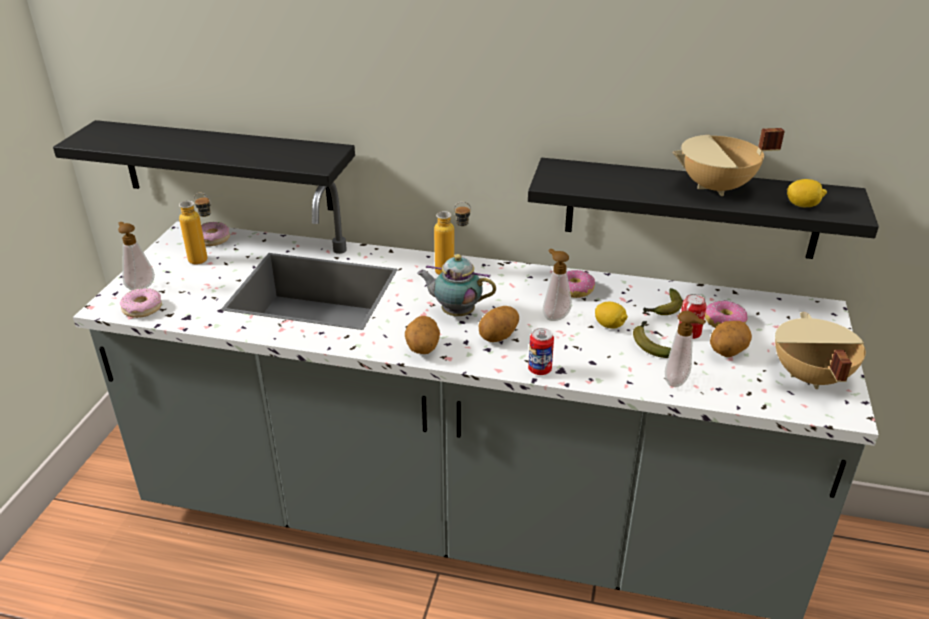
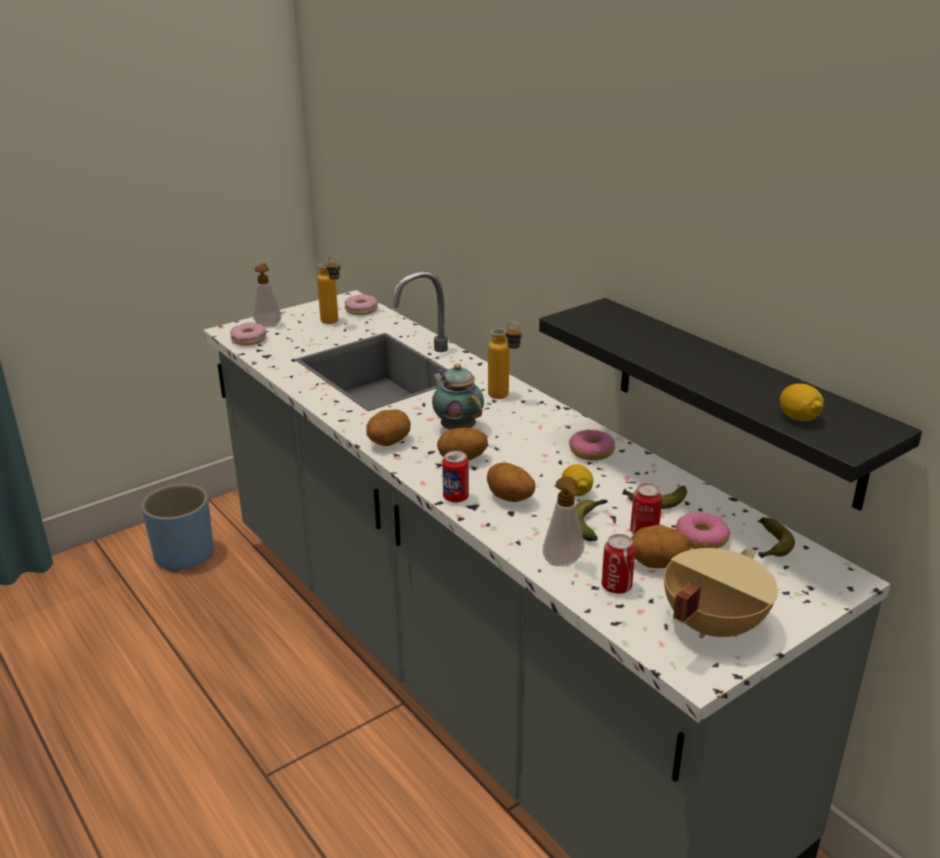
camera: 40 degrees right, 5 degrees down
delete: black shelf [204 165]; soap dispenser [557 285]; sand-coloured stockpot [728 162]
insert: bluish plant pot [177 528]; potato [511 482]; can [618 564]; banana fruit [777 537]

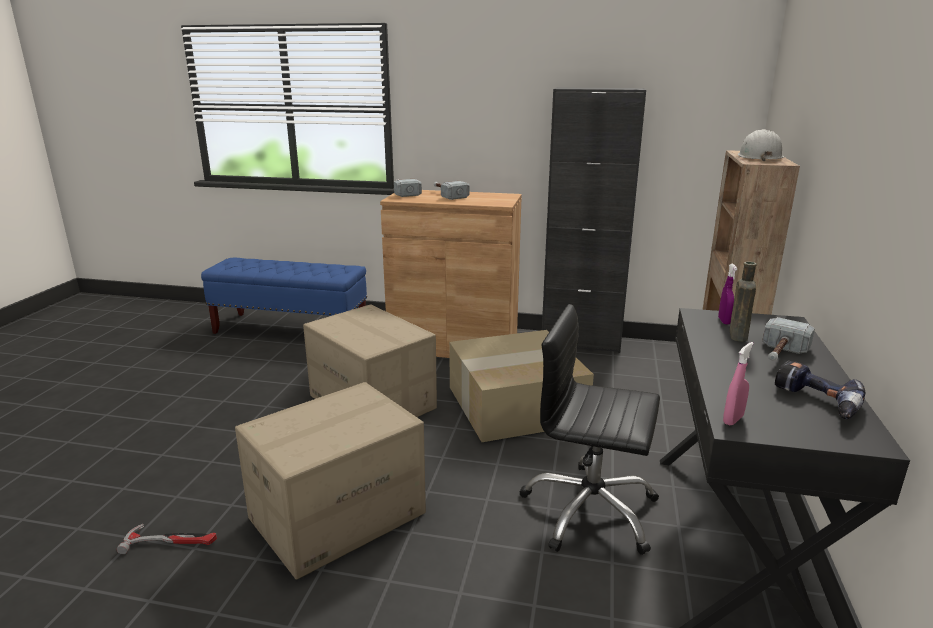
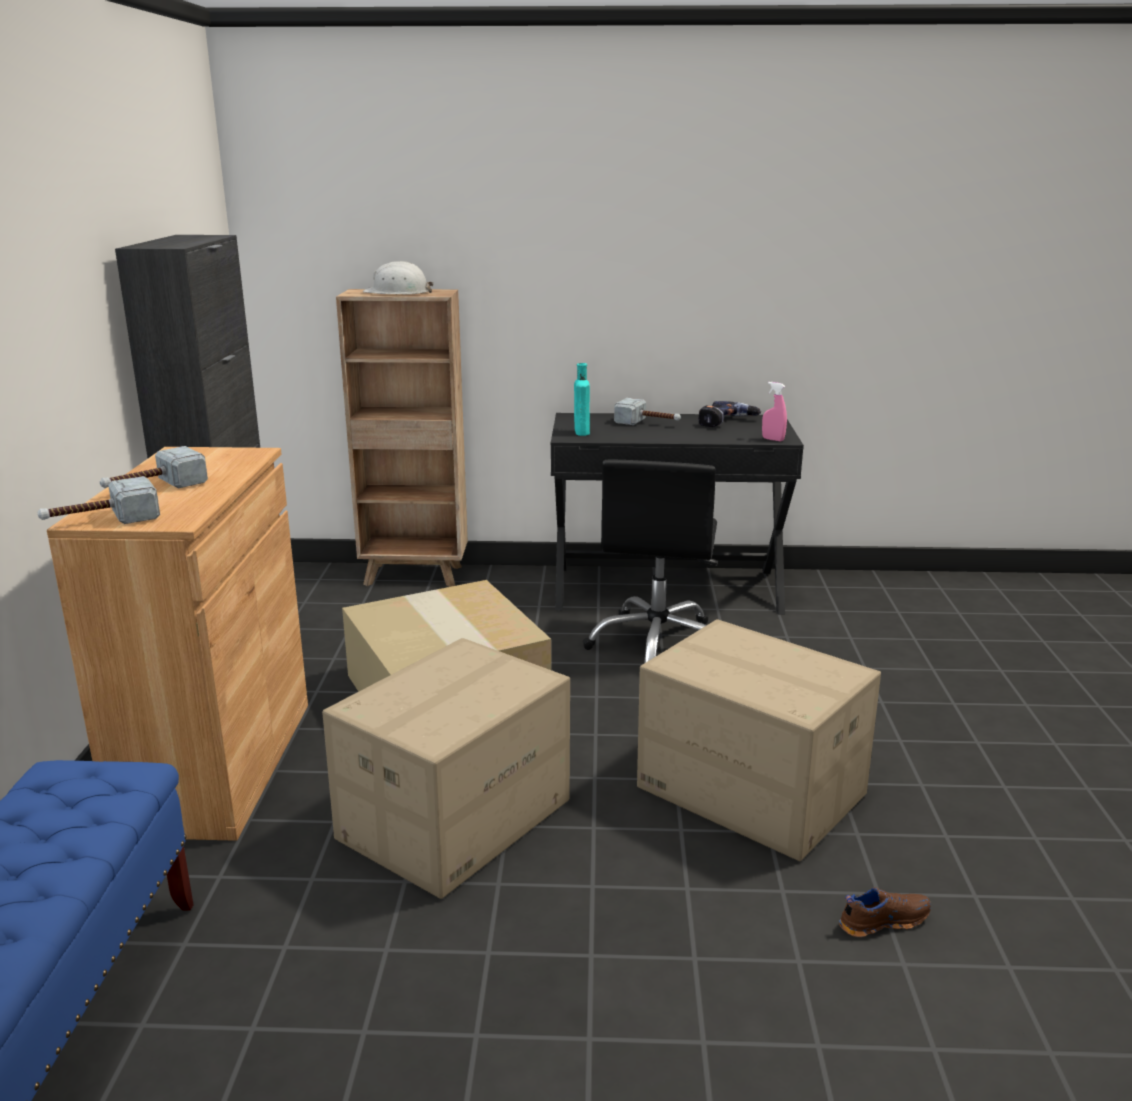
camera: 100 degrees left, 0 degrees up
delete: brownish beverage bottle [743 302]
replace: tool hammer [166 539] to brownish shoe [885 912]; purplish sprayer [727 294] to turquoise-coloured beverage bottle [582 399]

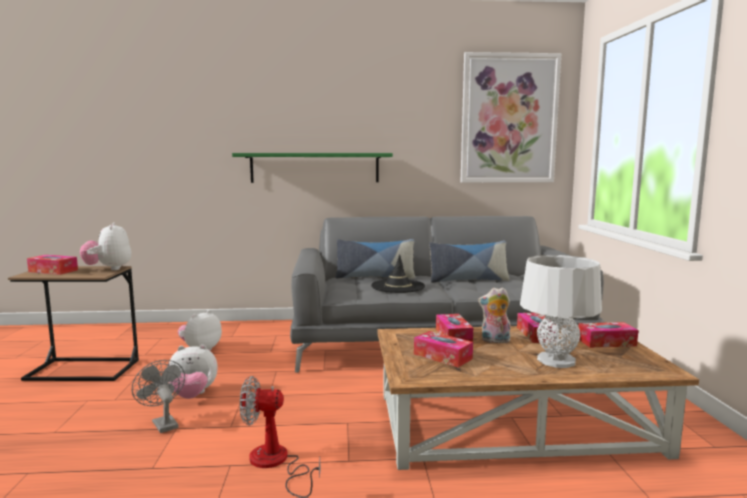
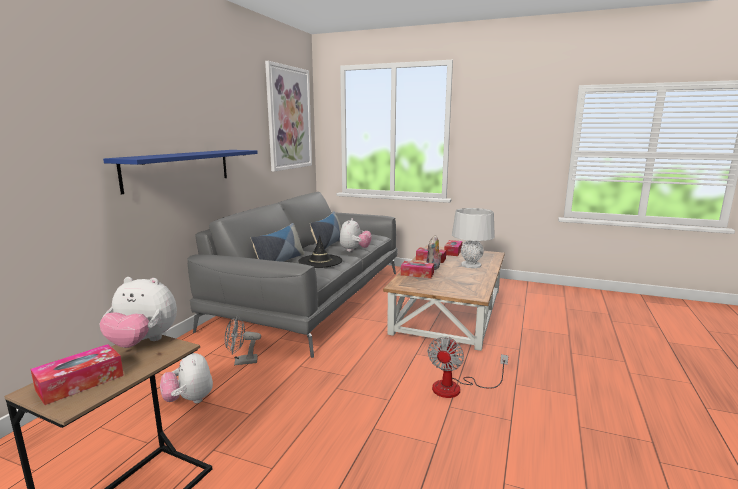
camera: 65 degrees left, 5 degrees up
delete: tissue box [443 349]
move: gray cooling fan [158 396] to [243 340]; cuddly toy [193 372] to [356 235]
recolor: green-coloured shelf [312 168] to bluish shelf [180 172]

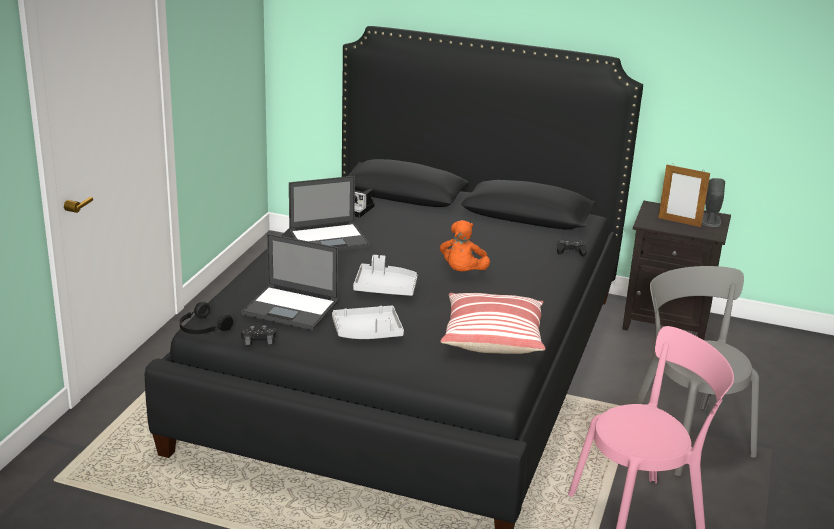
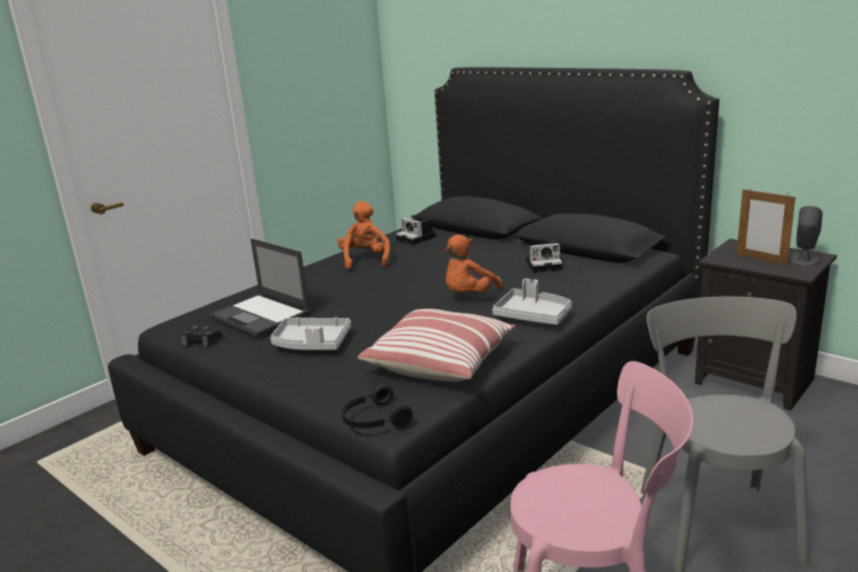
camera: 25 degrees right, 5 degrees down
delete: black game controller [572 248]
insert: photo camera [544 256]
move: black headphones [206 318] to [377 405]; gray tray [385 275] to [532 301]
replace: notebook computer [329 213] to orangey cuddly toy [363 235]

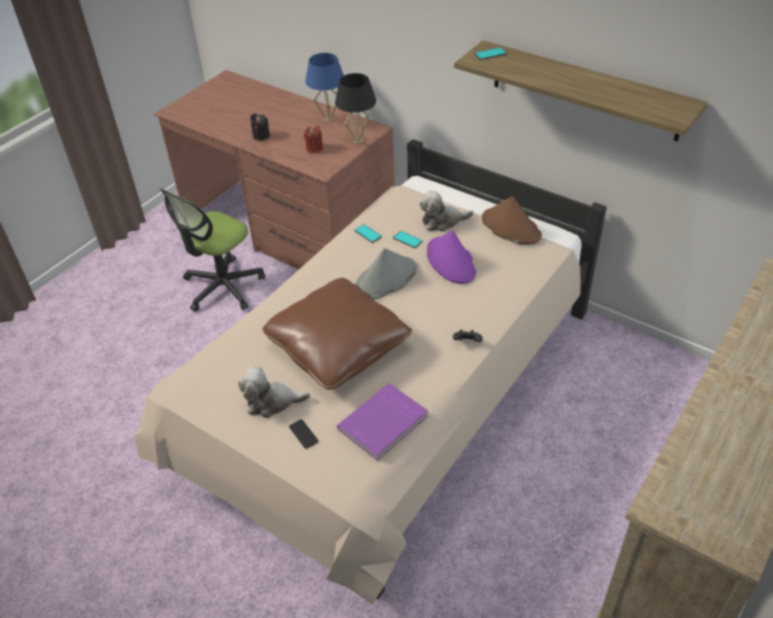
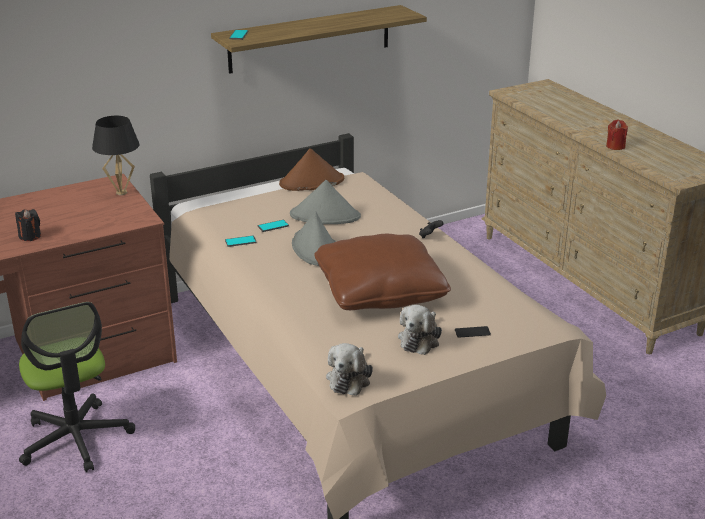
camera: 65 degrees left, 15 degrees down
delete: bluish lamp for a table [324 87]; purplish volume [382 422]
move: red-coloured candle [313 139] to [617 135]; cuddly toy [446 211] to [349 369]
recolor: purplish wearable hat [451 257] to gray wearable hat [325 202]

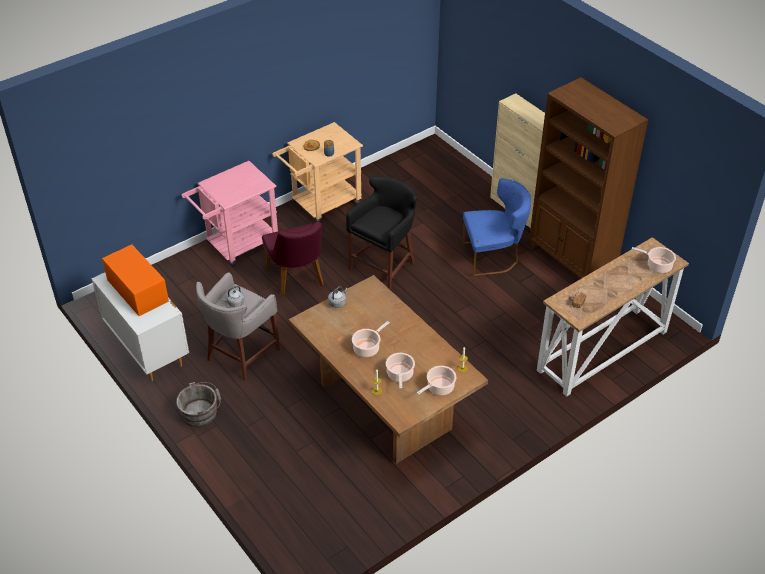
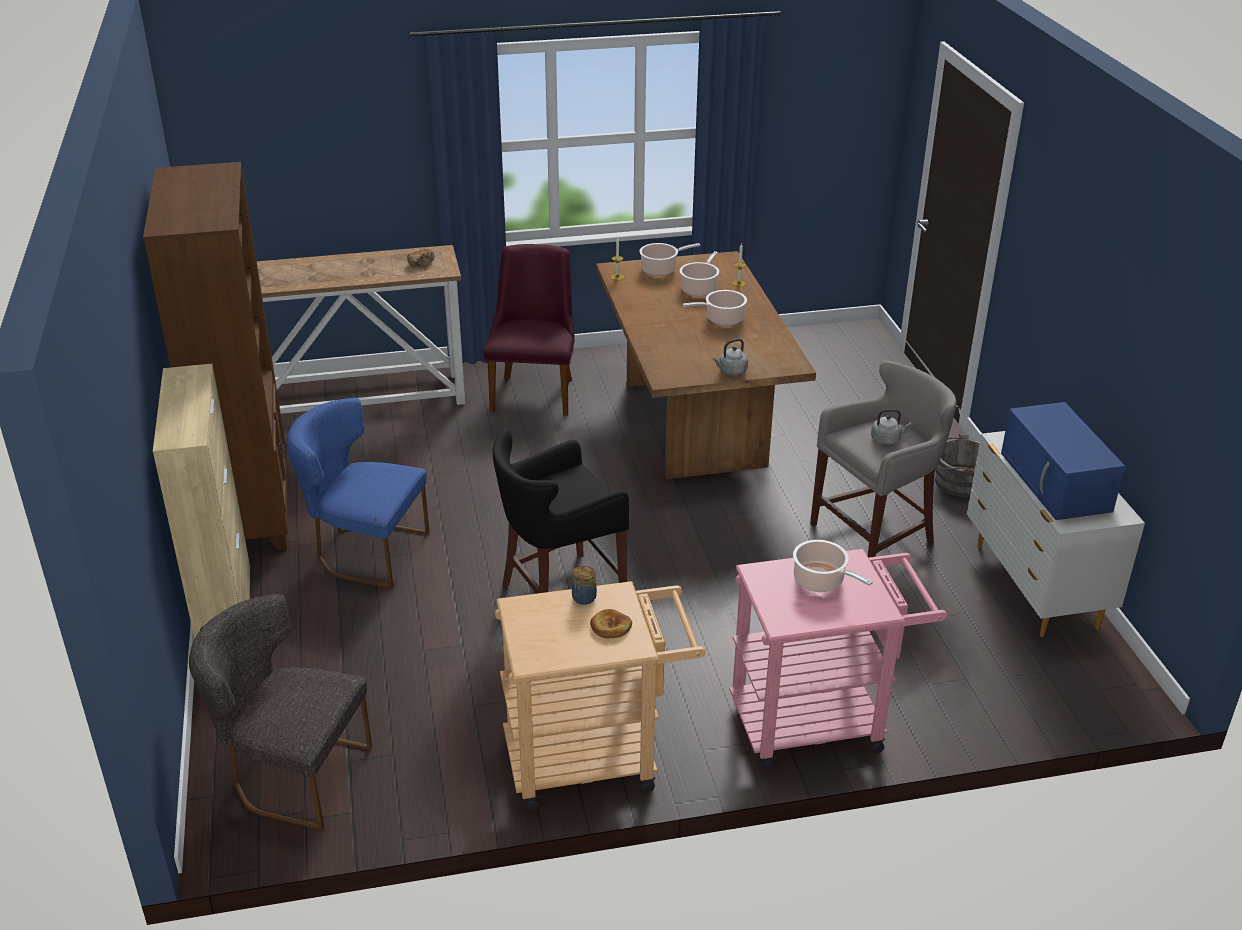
camera: 155 degrees left, 10 degrees down
insert: gray chair [280 712]
move: purplish chair [293 259] to [529 330]; stockpot [654 260] to [833 566]
recolor: orangey microwave oven [135 280] to bluish microwave oven [1063 461]

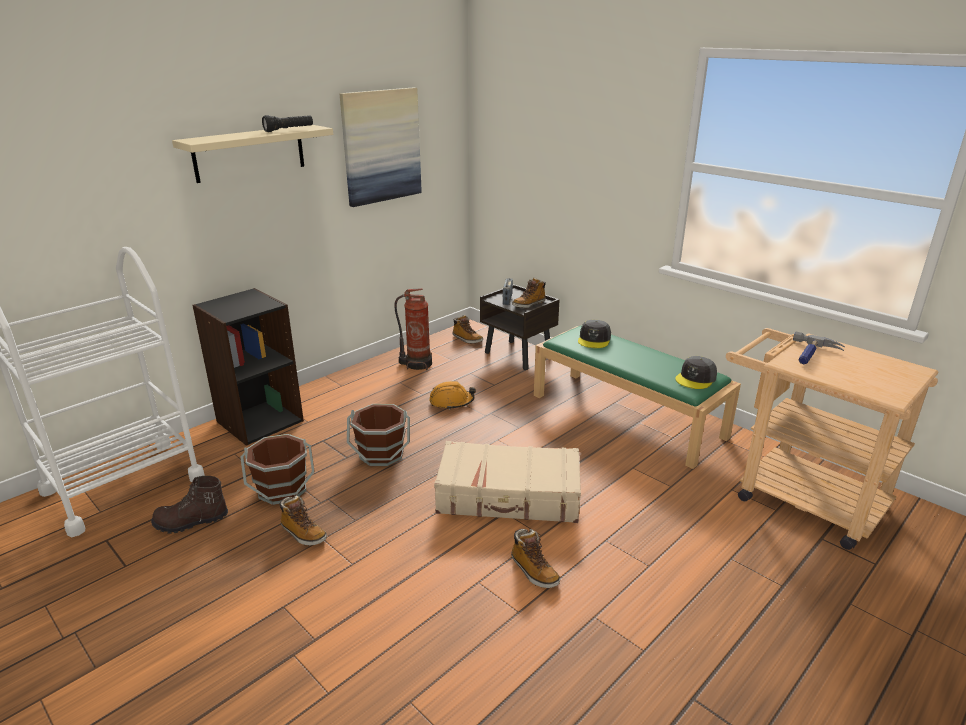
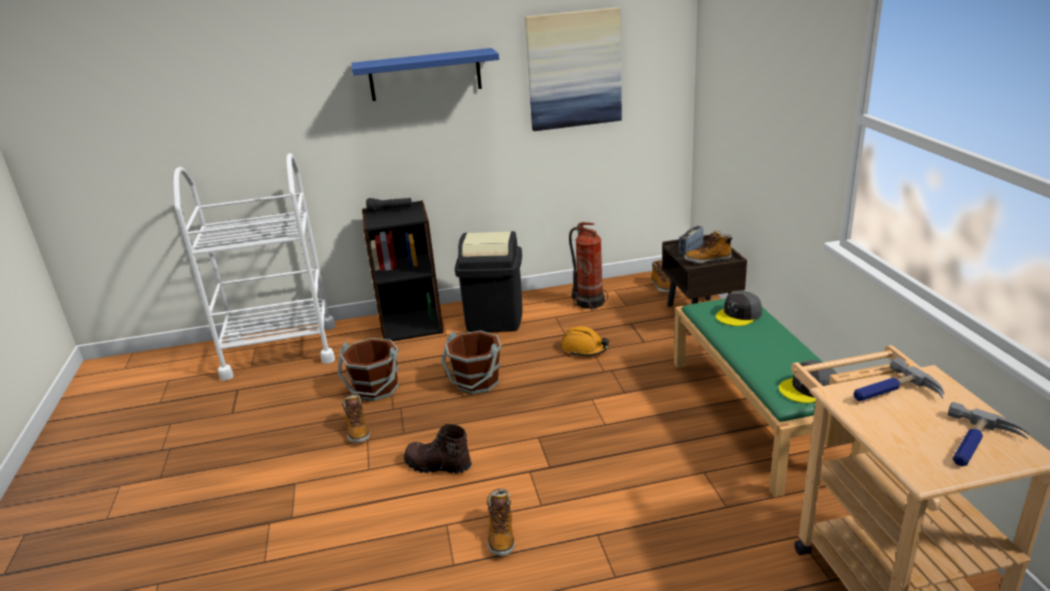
camera: 35 degrees right, 0 degrees up
delete: sand-coloured piece of luggage [507 482]
insert: black rubbish bin [489 281]; tool hammer [988 434]
move: brownish high-top boot [189 505] to [438 449]; black hand torch [287 123] to [389 205]
recolor: sand-coloured shelf [252 154] to bluish shelf [425 74]

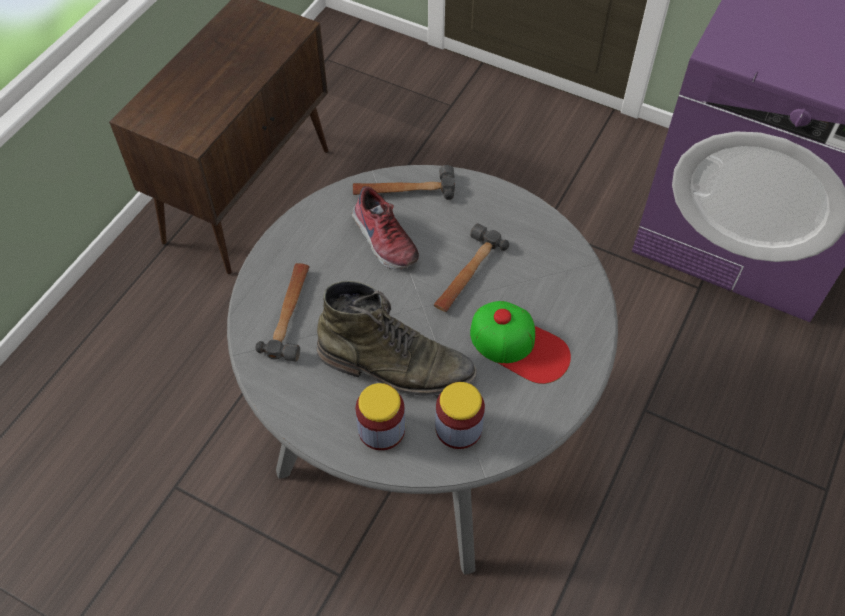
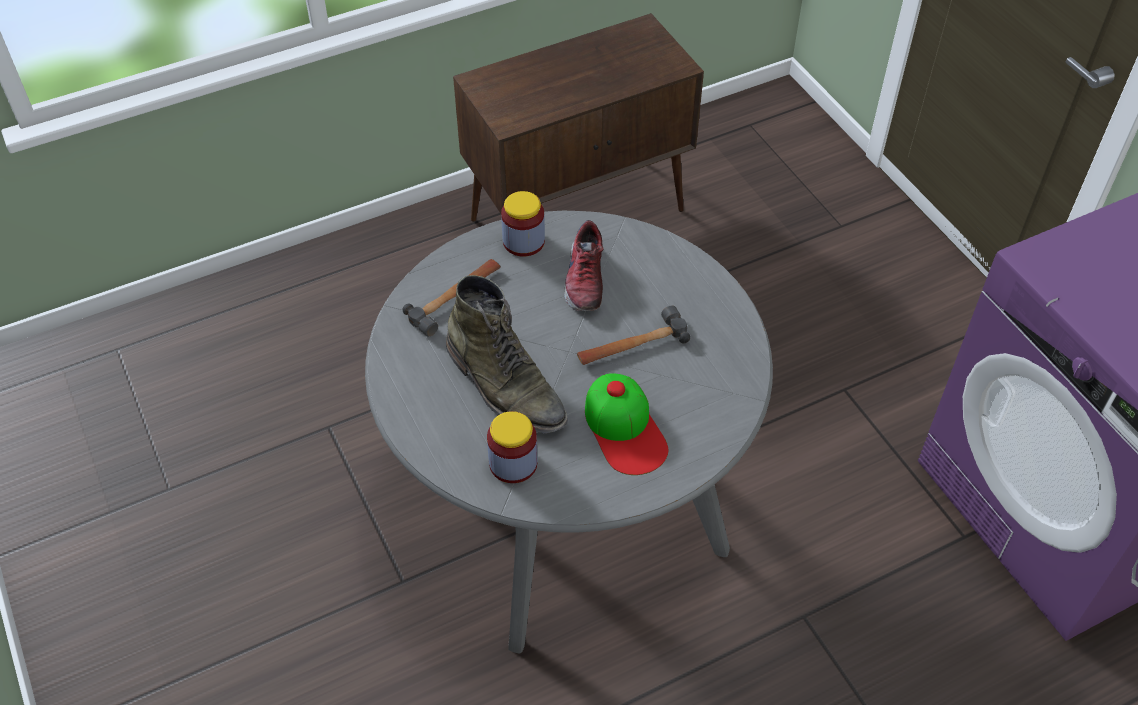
camera: 35 degrees right, 5 degrees down
delete: tool hammer [404 182]
move: preserve jar [380 416] to [523 223]

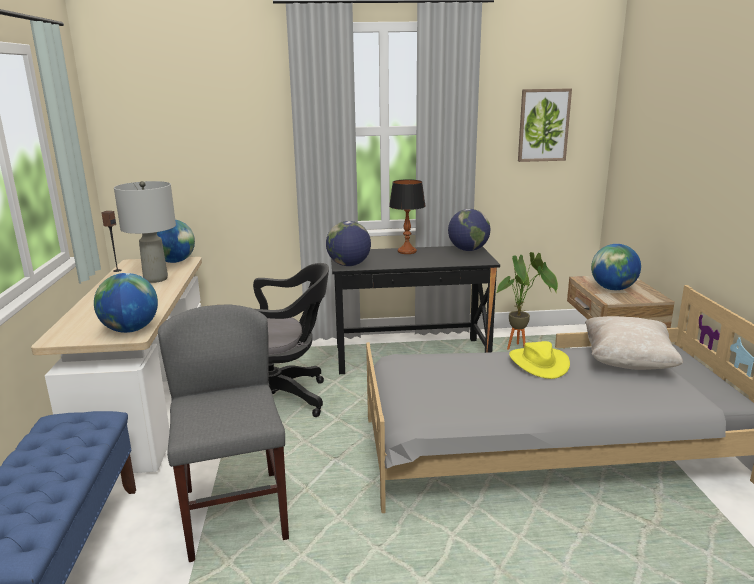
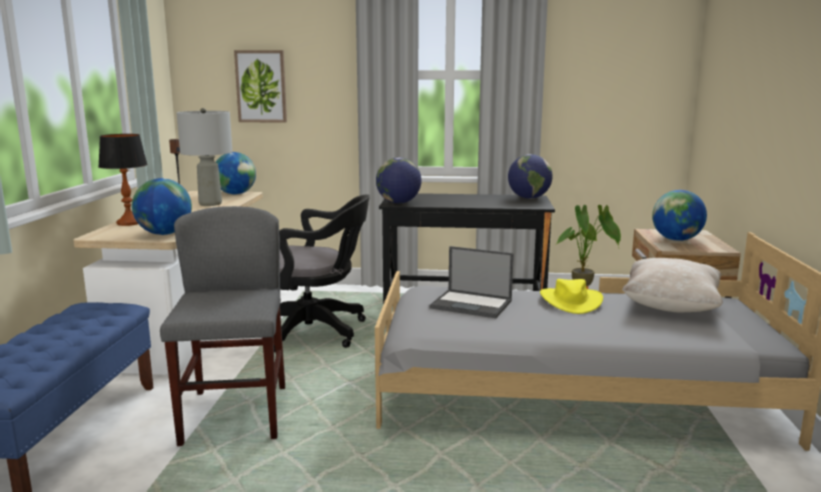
camera: 10 degrees right, 5 degrees down
insert: notebook computer [472 282]
move: lamp for a table [407 216] to [123 180]; picture [545 125] to [260 86]

